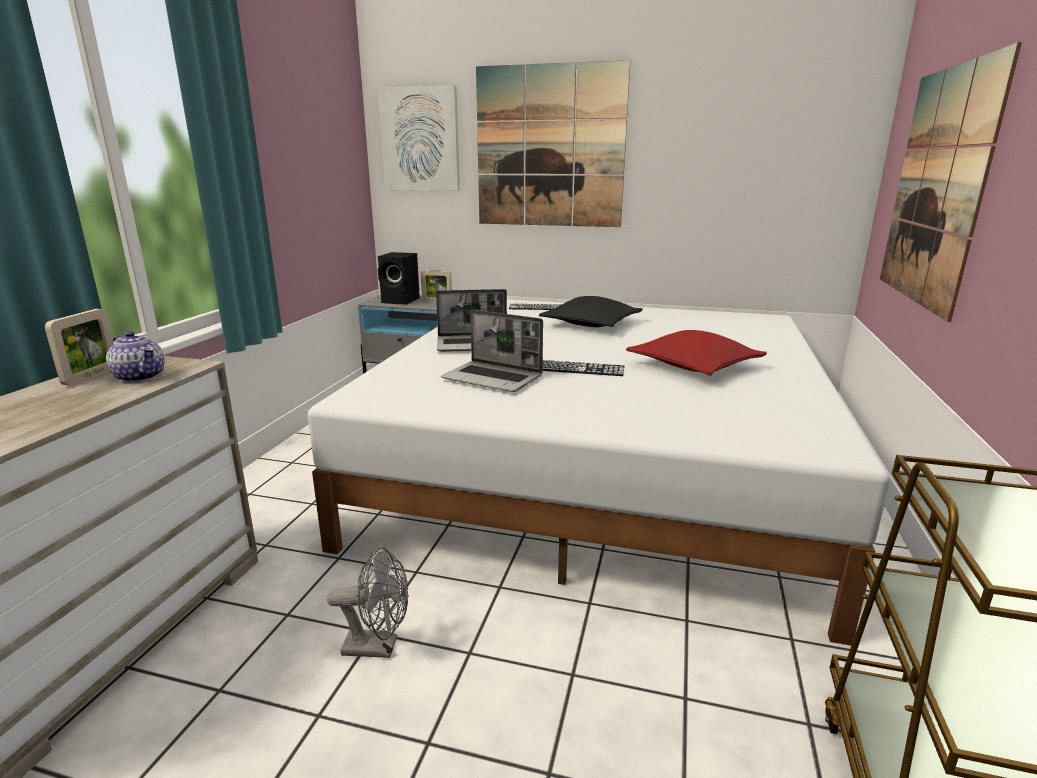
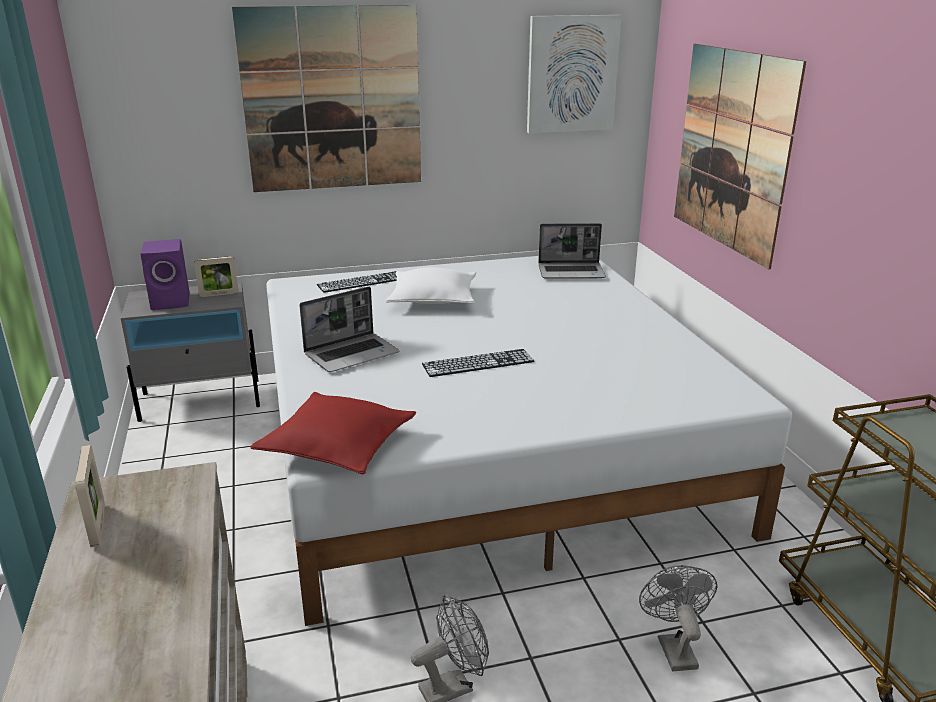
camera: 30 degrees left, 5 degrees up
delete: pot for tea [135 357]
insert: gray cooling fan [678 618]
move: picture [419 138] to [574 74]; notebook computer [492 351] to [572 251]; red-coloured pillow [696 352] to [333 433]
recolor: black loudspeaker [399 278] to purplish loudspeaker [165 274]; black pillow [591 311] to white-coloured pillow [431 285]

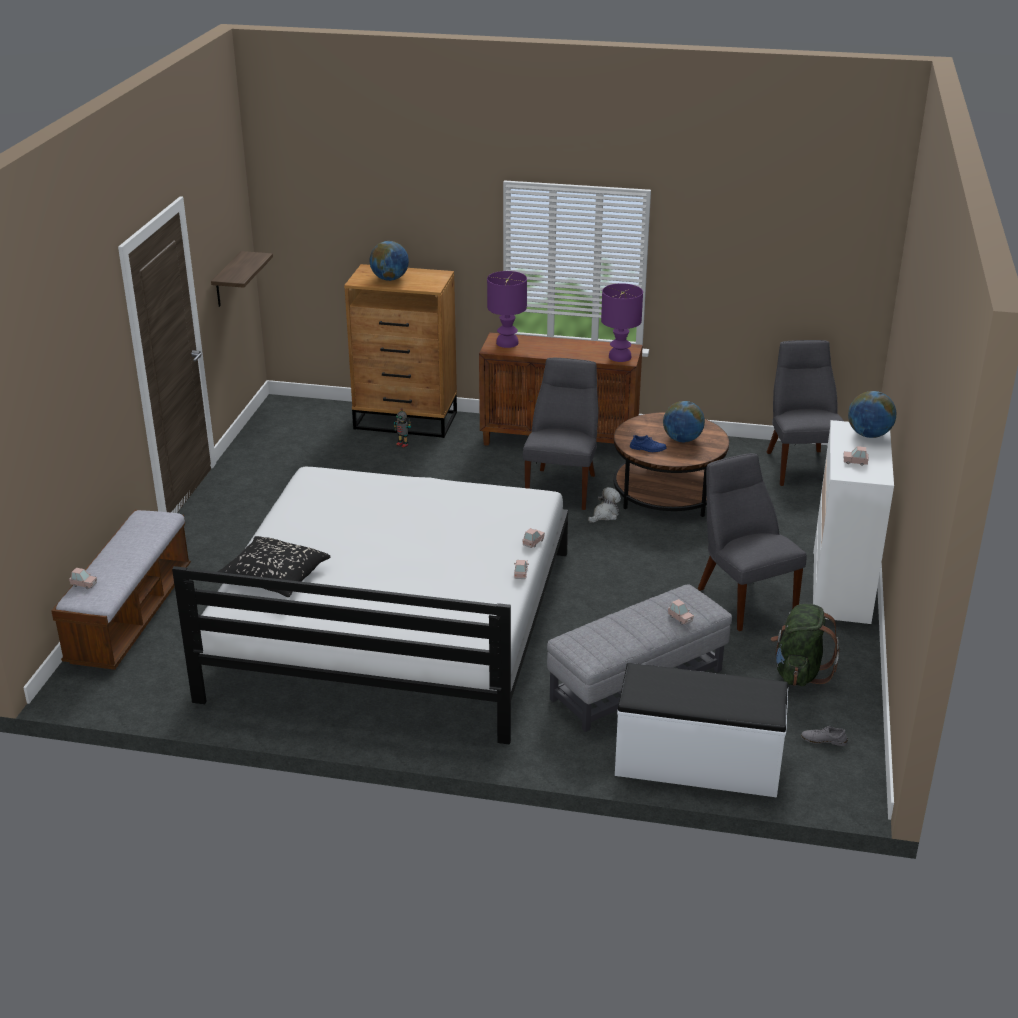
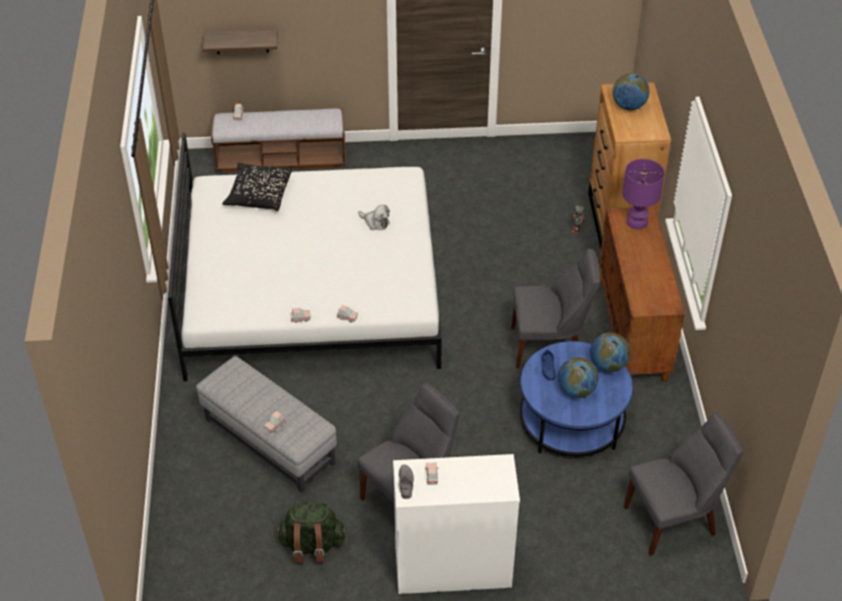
camera: 75 degrees right, 15 degrees up
delete: purplish lamp for a table [622 322]; white-coloured bench [701 730]
move: shelf [242 279] to [240 41]; cuddly toy [604 505] to [374 217]; gray shoe [824 736] to [406 481]; desk globe [872 414] to [610 352]
recolor: brownish lounge table [671 464] to bluish lounge table [576 398]

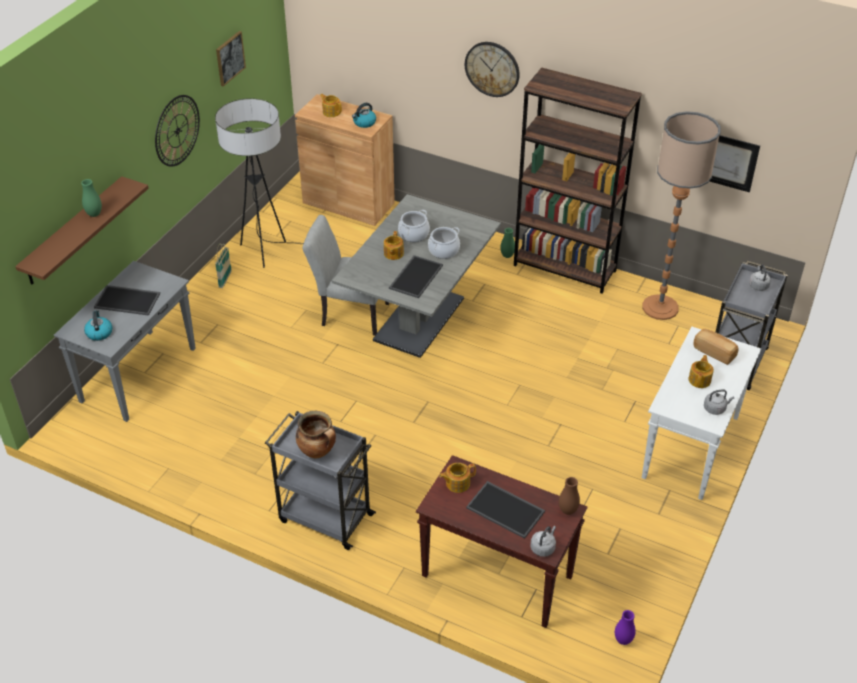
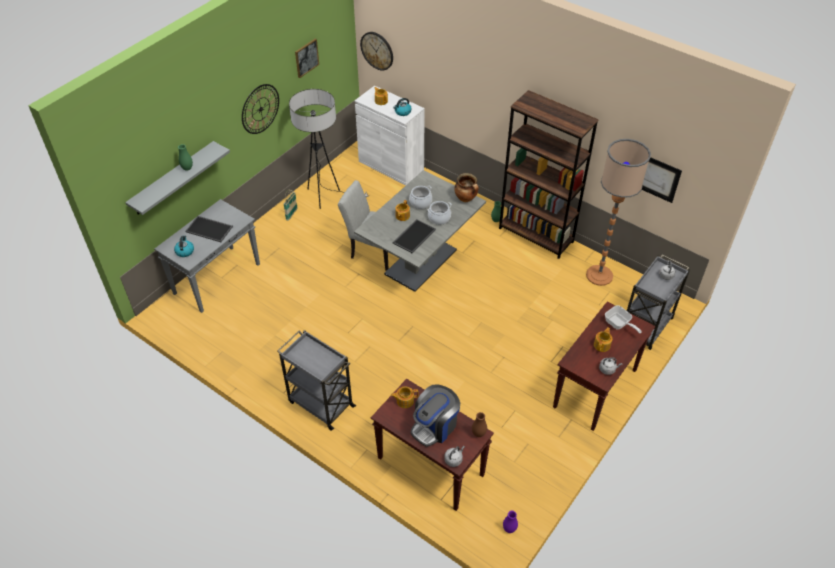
camera: 10 degrees right, 5 degrees up
move: stockpot [316 434] to [466 187]; hanging clock [492 69] to [376 51]
replace: tray [505 510] to coffee brewer [435 415]; baked bread [716 346] to skillet [623 319]
recolor: brownish shelf [82 230] to gray shelf [177 178]; brownish storage cabinet [345 160] to white-coloured storage cabinet [390 135]; white-coloured narrow table [701 413] to brownish narrow table [604 366]

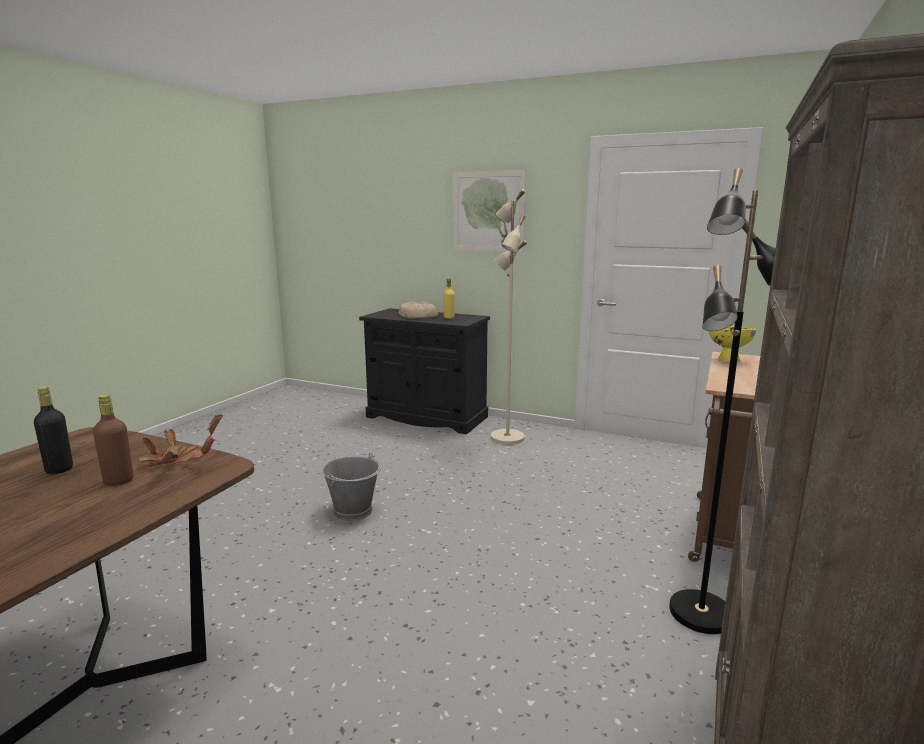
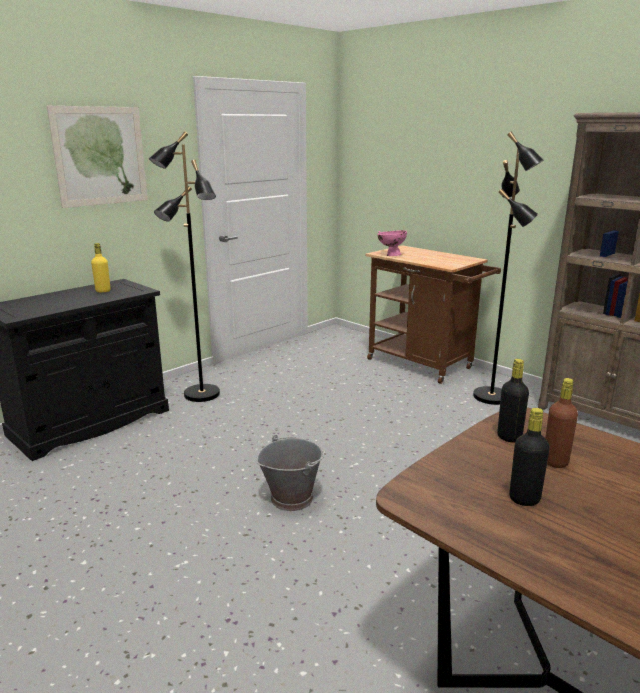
camera: 70 degrees left, 5 degrees up
delete: baked bread [418 310]
replace: plant in a pot [180 440] to black beverage bottle [513 401]
recolor: sand-coloured standard lamp [509 317] to black standard lamp [184 266]; yellowish serving bowl [733 344] to pink serving bowl [392 243]

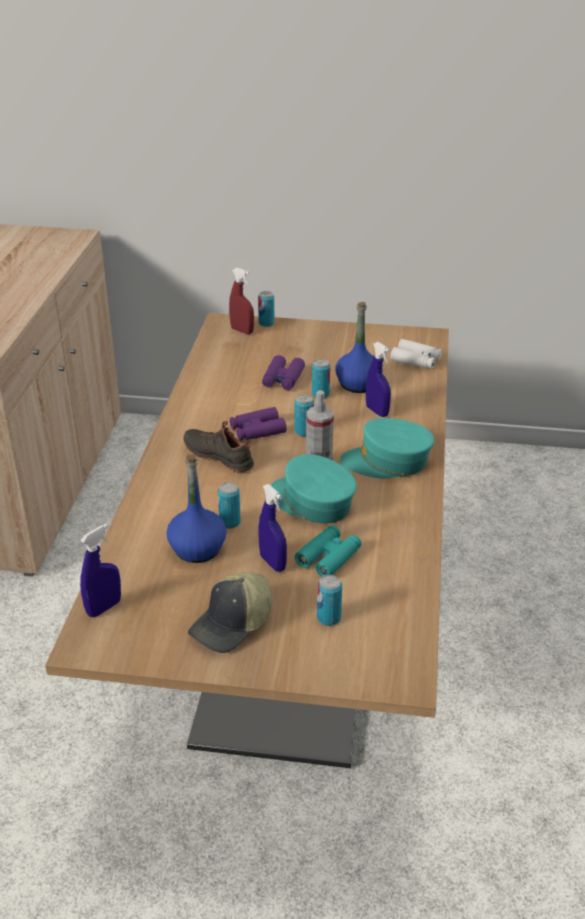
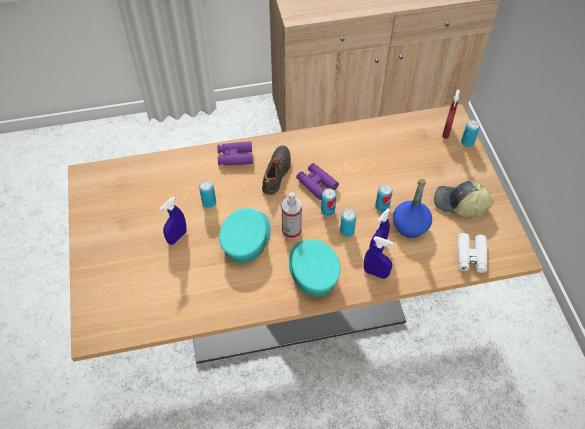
camera: 70 degrees right, 20 degrees up
delete: bluish beverage bottle [196 508]; turquoise-coloured binoculars [328 551]
move: bluish sprayer [100 570] to [379 257]; peaked cap [230 612] to [464 199]; purplish binoculars [283 372] to [235 153]; can [329 600] to [348 223]

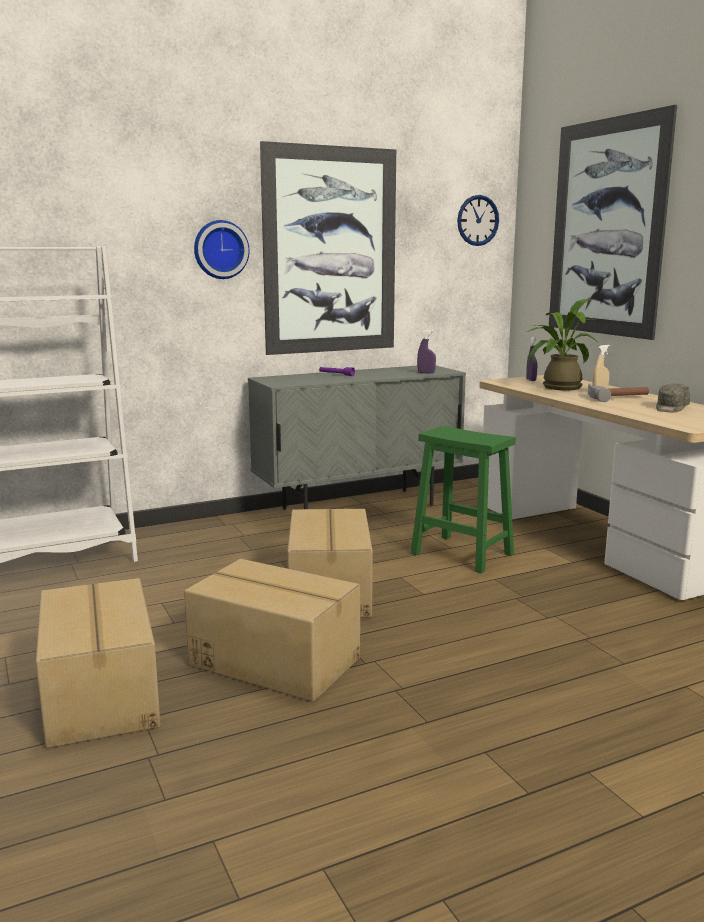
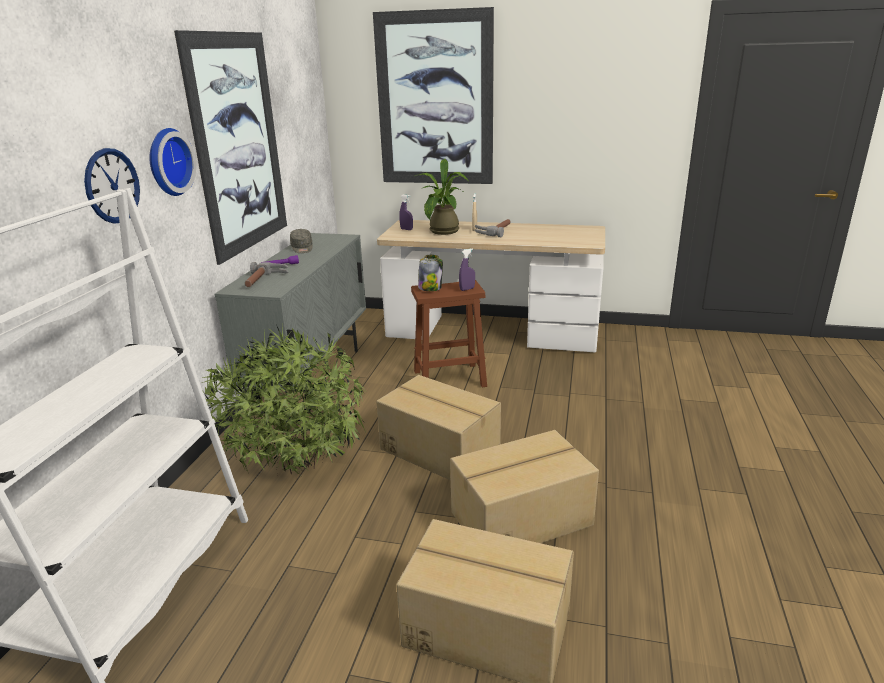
camera: 50 degrees left, 10 degrees up
insert: plant in a pot [284 400]; tool hammer [266 274]; preserve jar [430 273]
move: purplish sprayer [426 352] to [467 269]; hanging clock [478 220] to [112 186]; gray peaked cap [673 398] to [301 241]
recolor: green-coloured stool [463 499] to brownish stool [449 333]

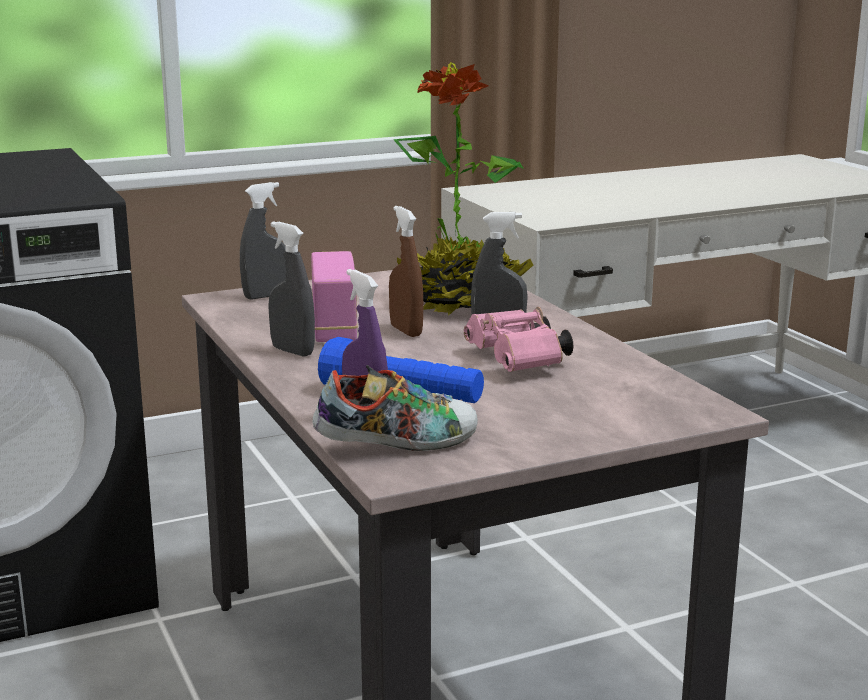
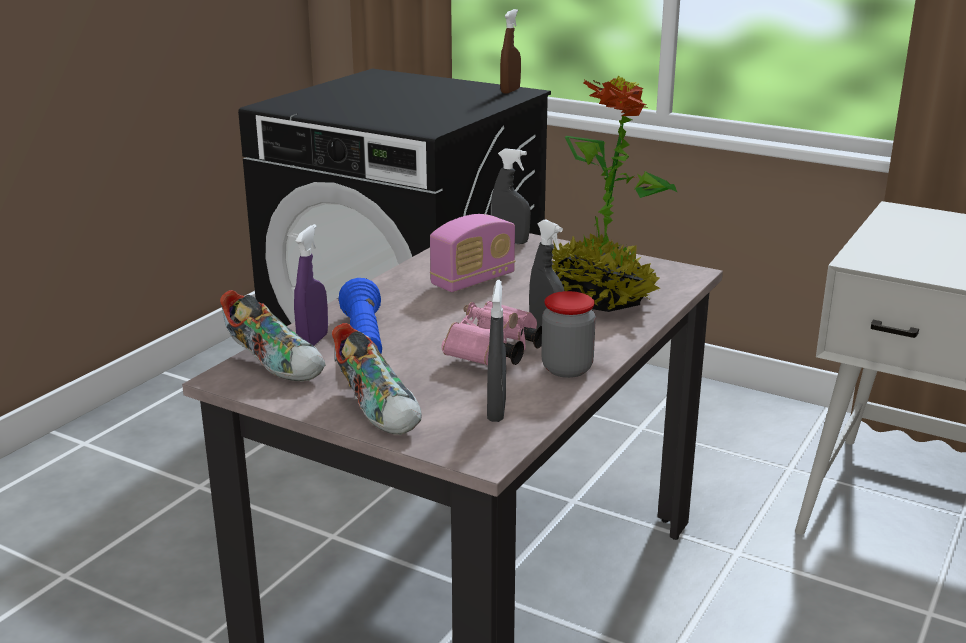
camera: 55 degrees right, 5 degrees up
insert: shoe [377 379]; preserve jar [568 334]
move: gray sprayer [291 289] to [496 351]; brownish sprayer [406 271] to [510 51]

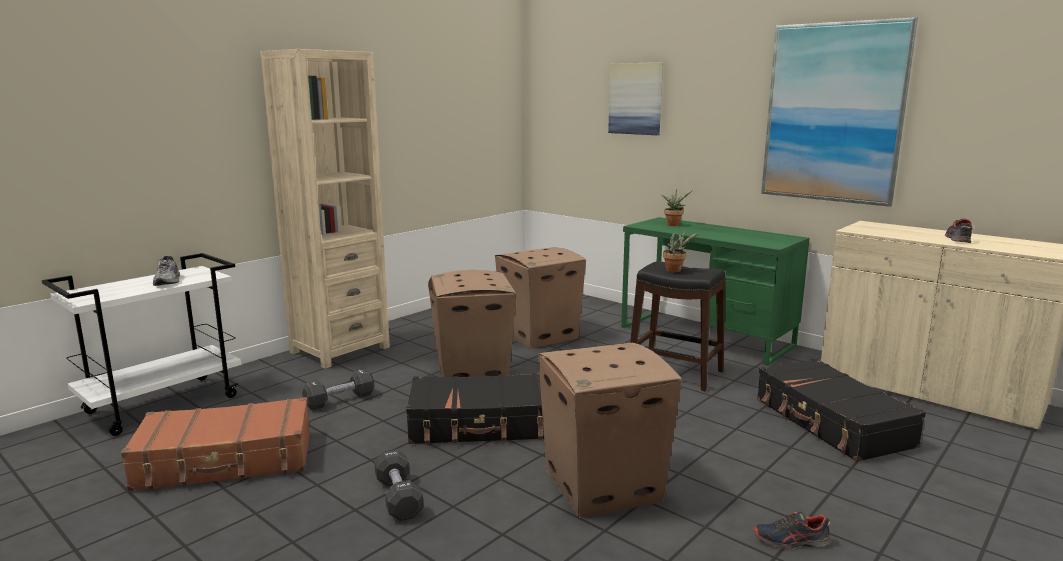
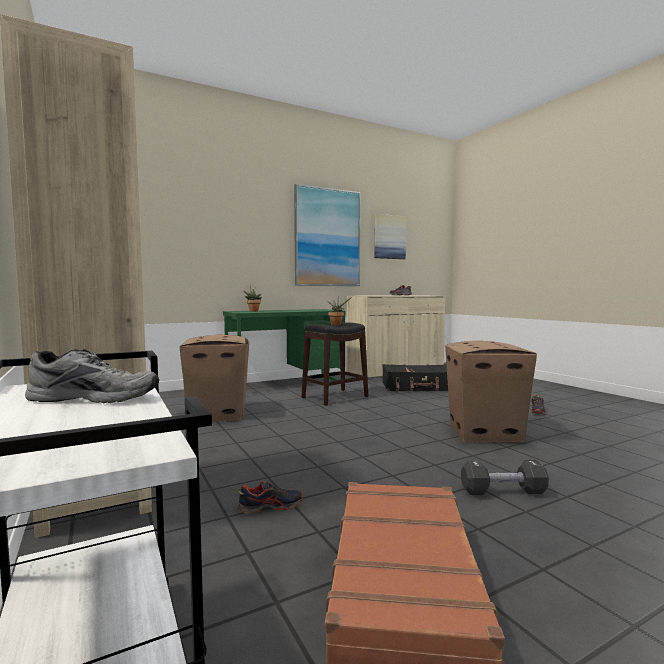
camera: 70 degrees left, 10 degrees down
delete: black piece of luggage [475 408]; packing box [472 323]
move: picture [635 99] to [390 236]
replace: black hand weight [338 389] to shoe [270 497]

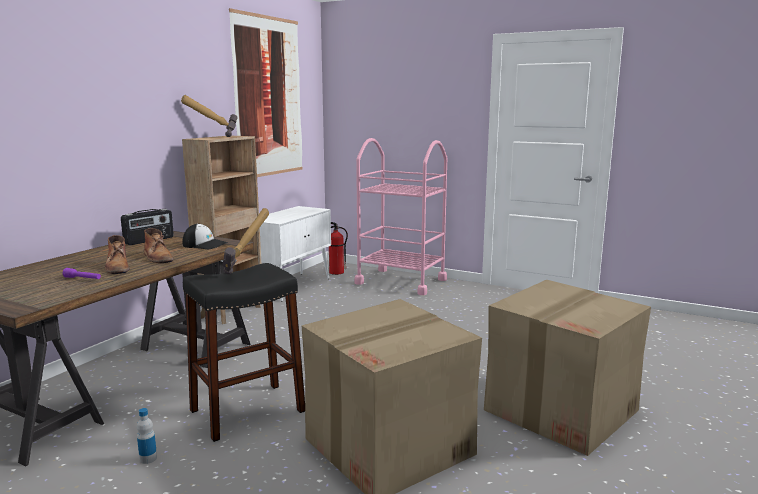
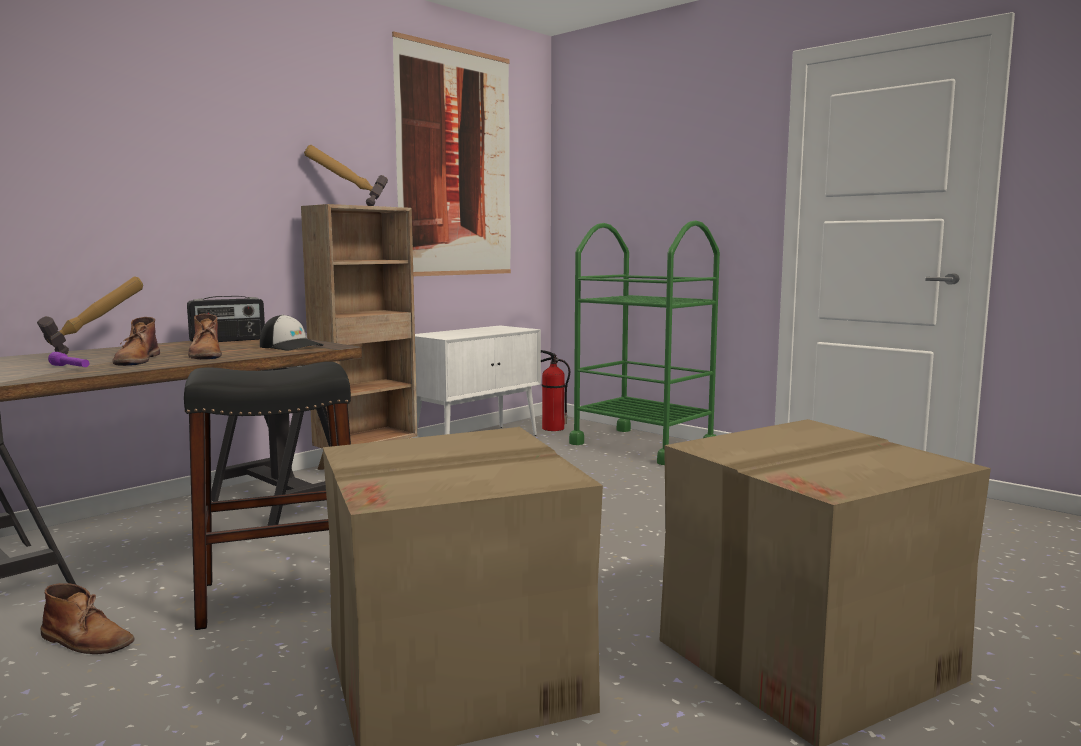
camera: 15 degrees right, 5 degrees down
move: tool hammer [246 241] to [90 315]
replace: beverage bottle [147 436] to brownish high-top boot [87 618]
recolor: pink trolley [400 216] to green-coloured trolley [644 342]

